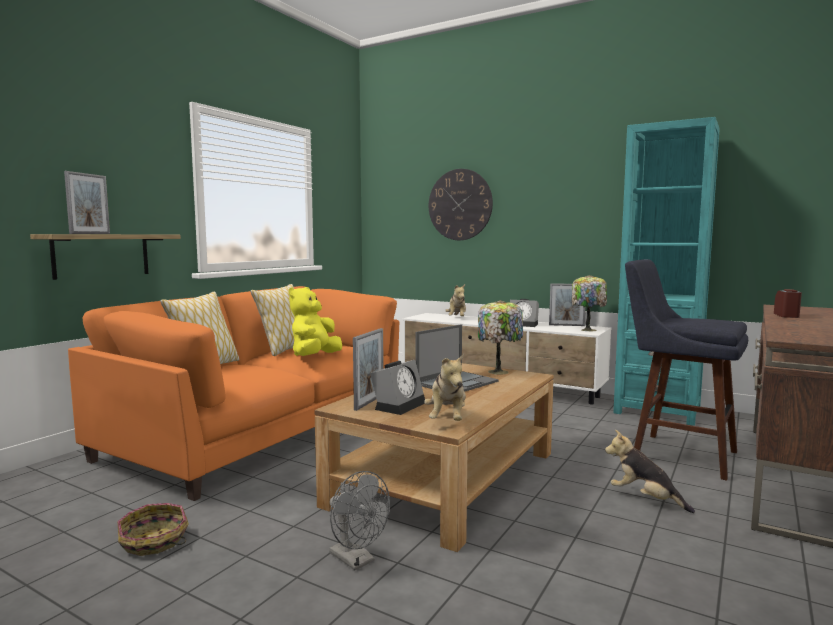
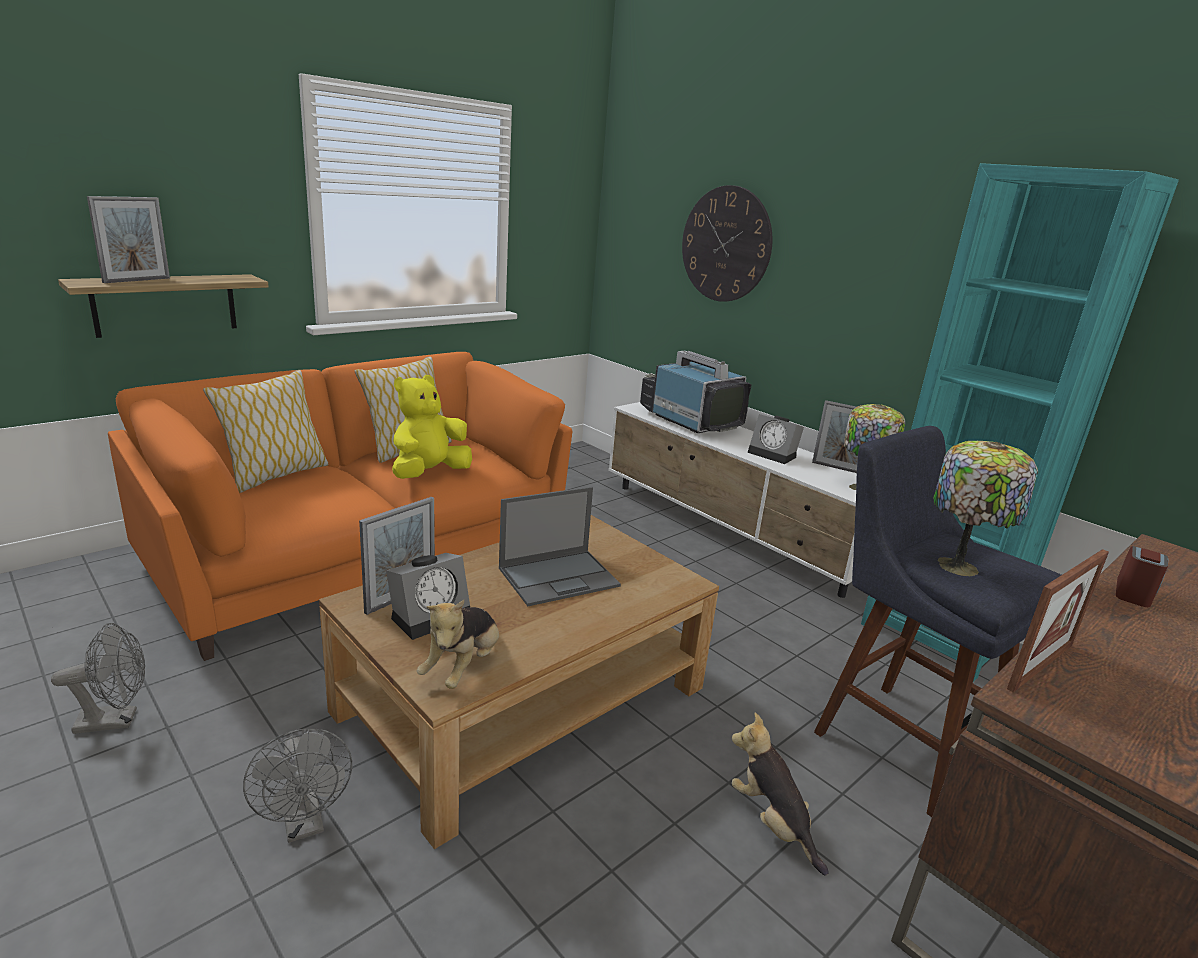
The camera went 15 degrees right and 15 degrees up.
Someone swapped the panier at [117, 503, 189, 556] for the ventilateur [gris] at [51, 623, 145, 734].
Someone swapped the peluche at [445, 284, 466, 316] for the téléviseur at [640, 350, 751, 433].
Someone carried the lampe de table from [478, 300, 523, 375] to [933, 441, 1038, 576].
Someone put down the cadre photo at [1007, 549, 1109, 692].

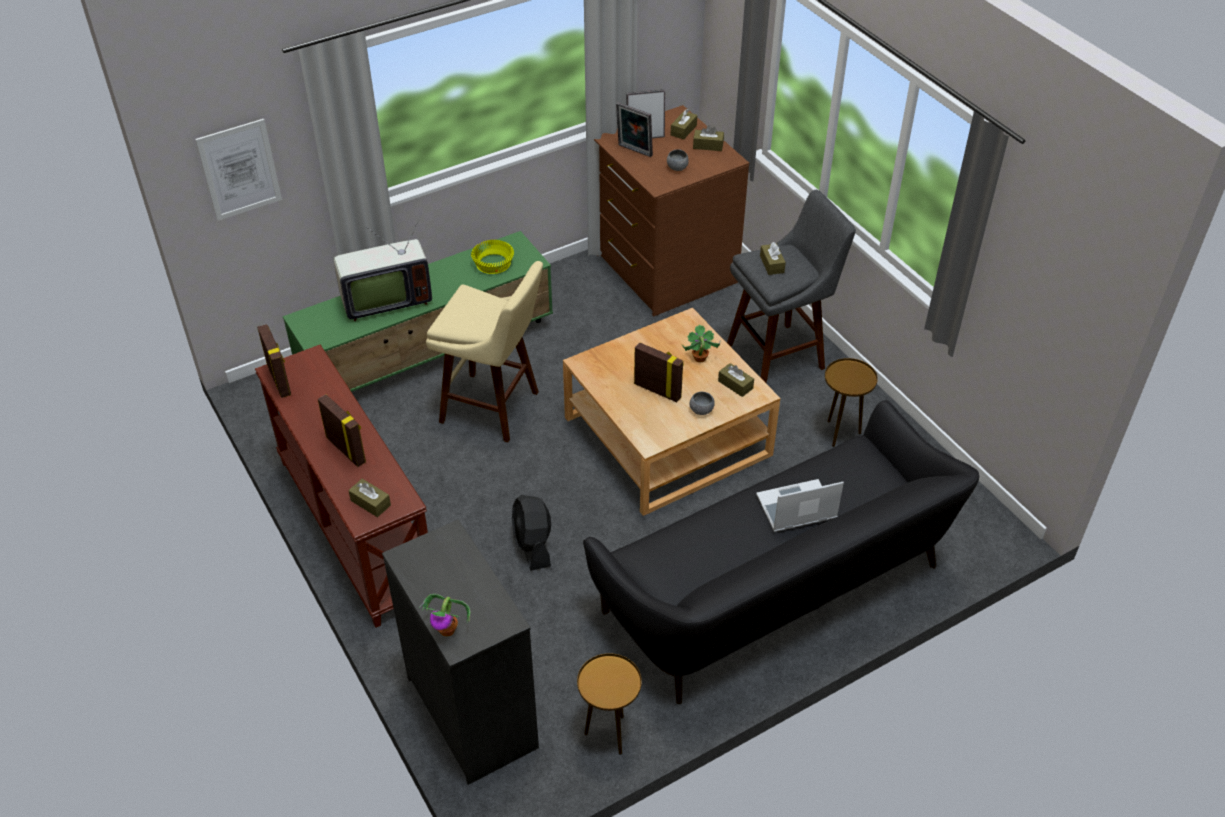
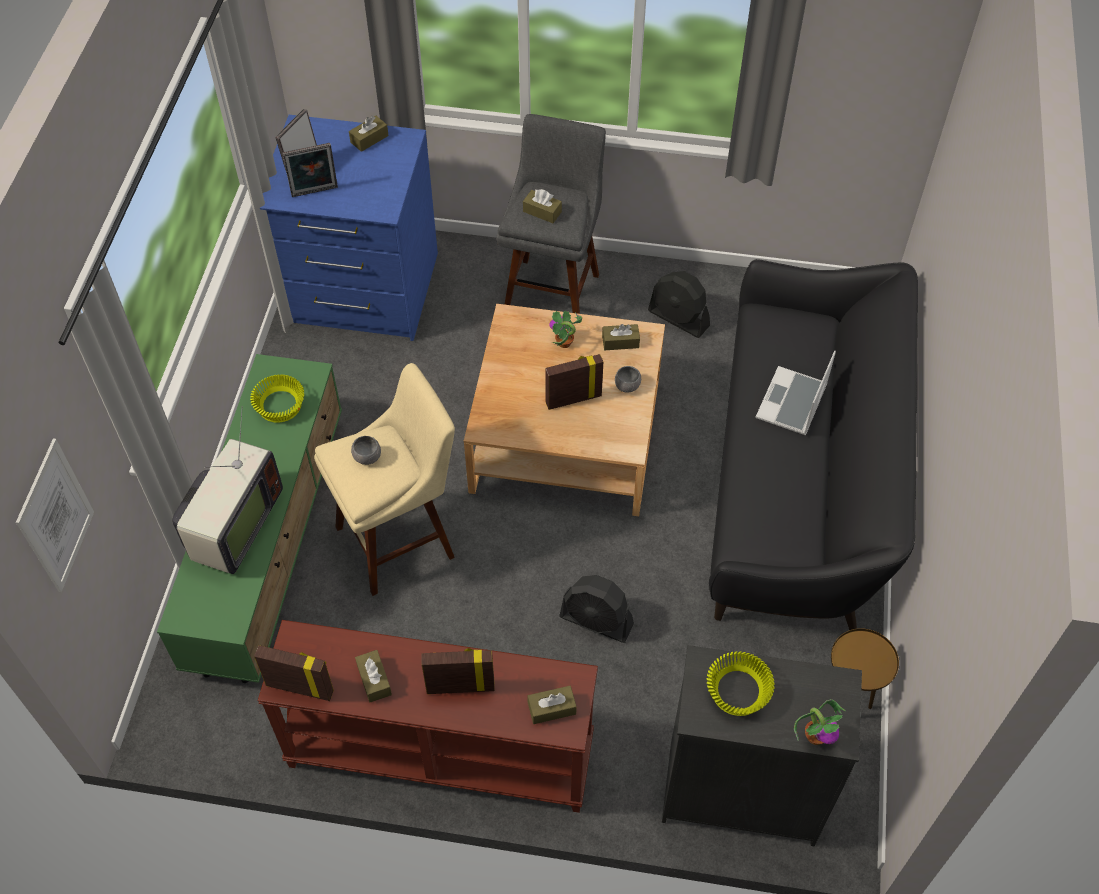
The camera went 50 degrees left and 10 degrees up.
Someone repainted the commode [marron] at [594, 105, 749, 316], which became the commode [bleu] at [260, 115, 438, 341].
Someone carried the bol [gris] from [667, 149, 689, 171] to [351, 436, 381, 465].
Someone carried the boîte à mouchoirs [marron] from [671, 109, 697, 139] to [355, 650, 392, 702].
Someone swapped the table d'appoint [marron] at [825, 358, 878, 447] for the ventilateur [noir] at [648, 271, 710, 338].
Someone put down the bol [jaune] at [707, 651, 775, 716].

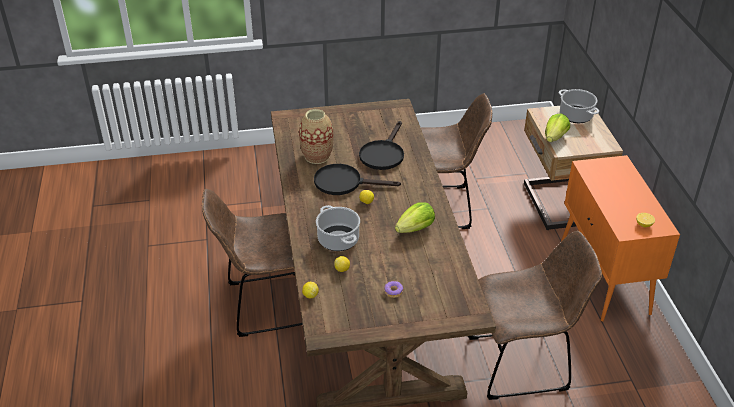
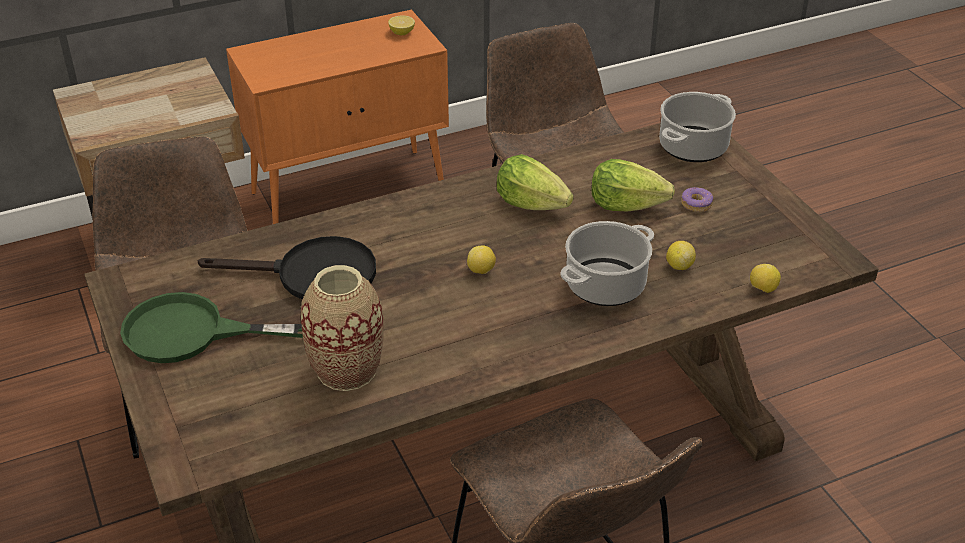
The camera went 105 degrees left and 0 degrees up.
Someone took away the poêle [noir] at [314, 164, 401, 195].
Someone carried the laitue from [545, 113, 570, 142] to [592, 159, 675, 211].
Someone carried the marmite from [559, 89, 599, 123] to [659, 92, 736, 162].
Someone put down the poêle [vert] at [120, 292, 303, 363].

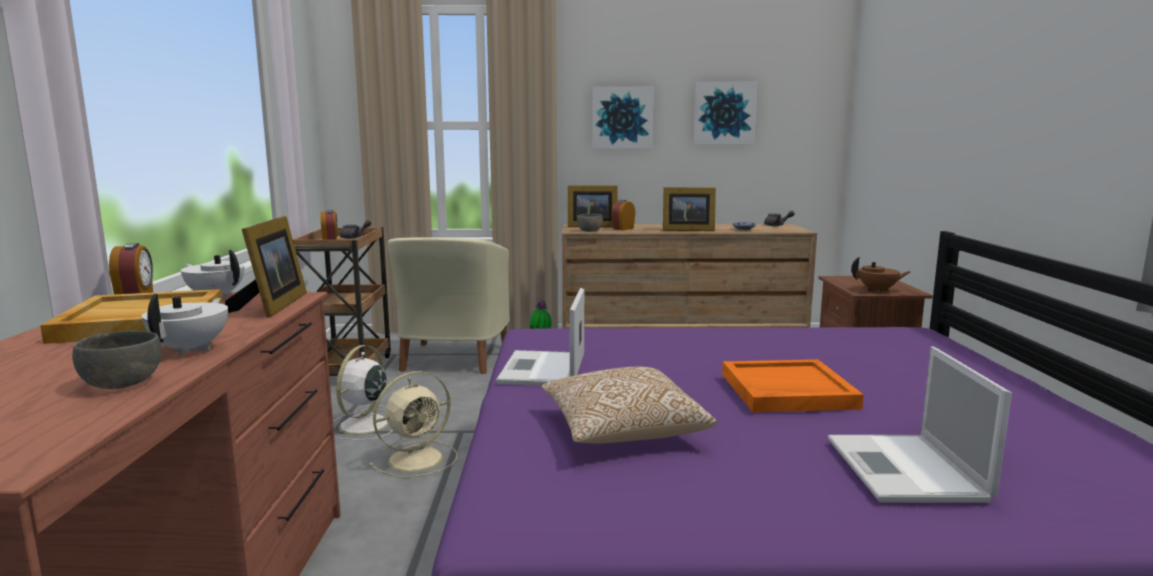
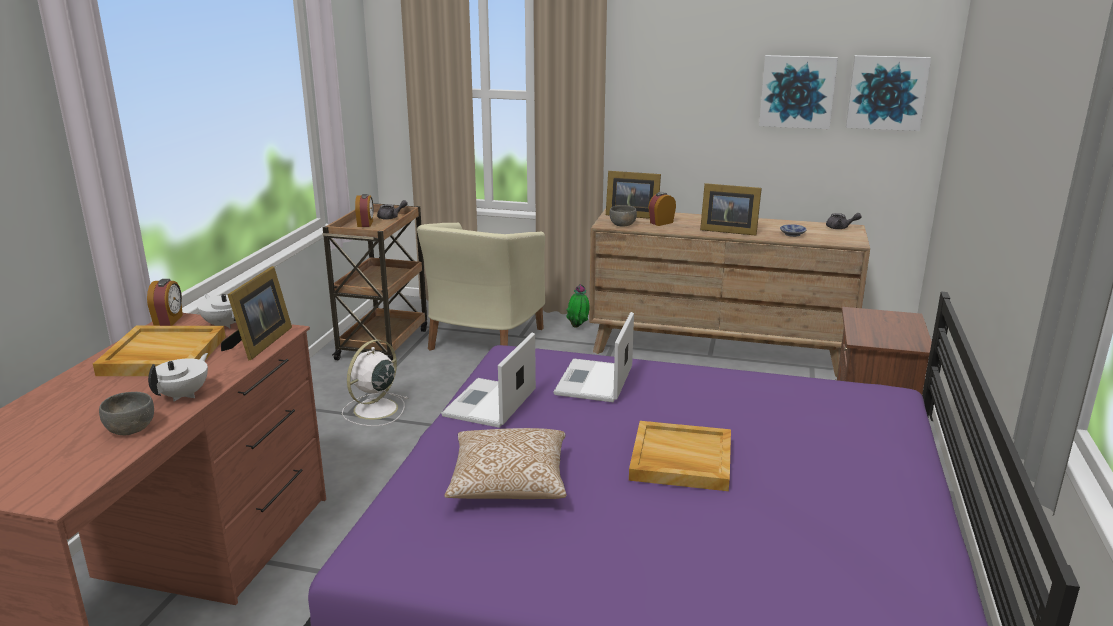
The camera went 15 degrees right and 10 degrees up.
Someone took away the ventilateur [beige] at [369, 371, 457, 478].
Someone carried the tableau from [592, 86, 654, 149] to [846, 55, 931, 131].
Someone repainted the plateau [orange] at [722, 359, 864, 412], which became the plateau [beige] at [629, 421, 731, 491].
Someone carried the ordinateur portable from [828, 346, 1012, 503] to [553, 312, 634, 402].
Someone took away the théière [marron] at [851, 257, 910, 293].

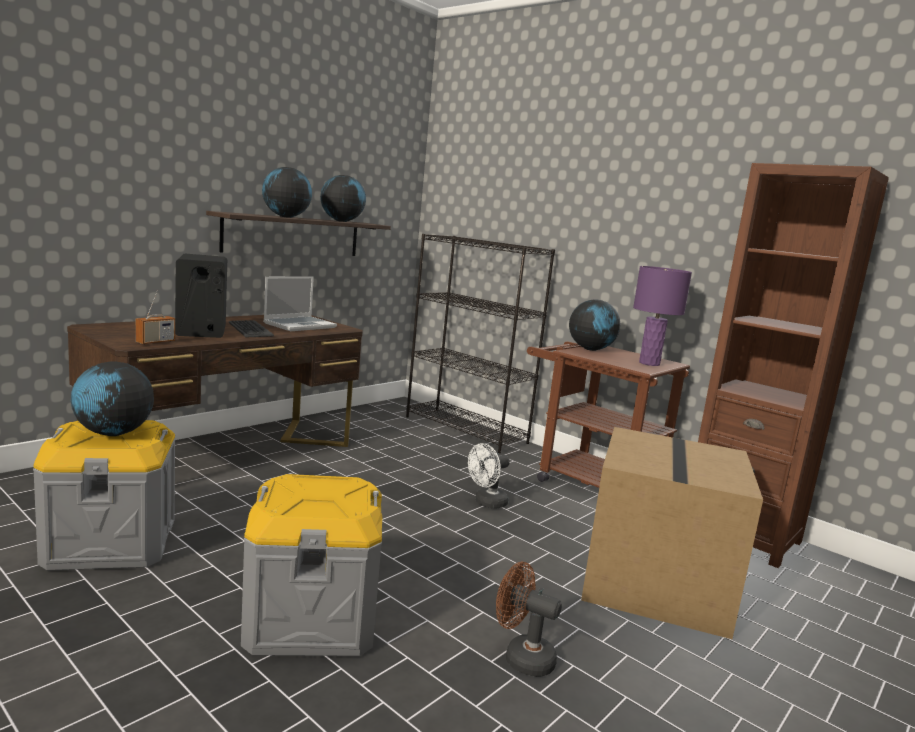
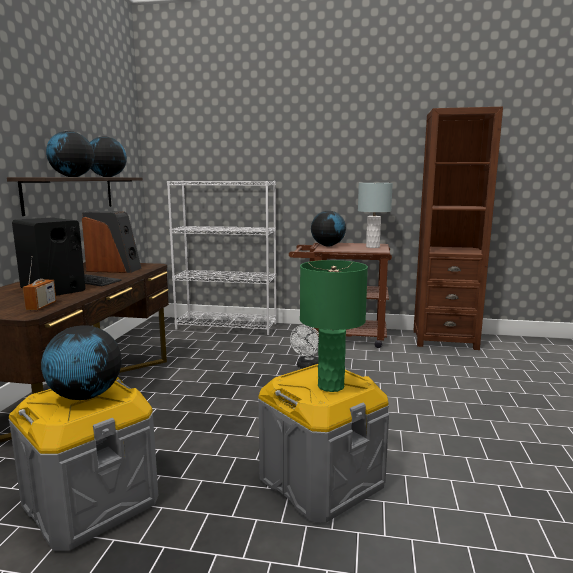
The camera went 30 degrees left and 0 degrees up.
Someone swapped the ordinateur portable at [263, 276, 337, 331] for the enceinte at [82, 211, 141, 273].
Someone repainted the bibliothèque [noir] at [406, 234, 555, 453], which became the bibliothèque [blanc] at [167, 181, 277, 335].
Someone took away the ventilateur [marron] at [496, 562, 562, 677].
Someone took away the carton at [581, 427, 763, 639].
Someone repainted the lampe de table [violet] at [633, 266, 692, 366], which became the lampe de table [gris] at [358, 183, 393, 248].
Someone put down the lampe de table [vert] at [300, 260, 368, 392].

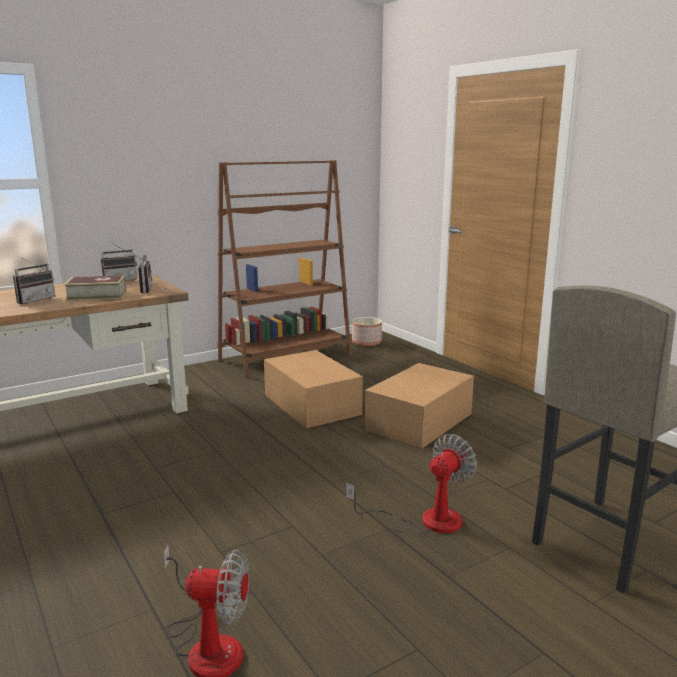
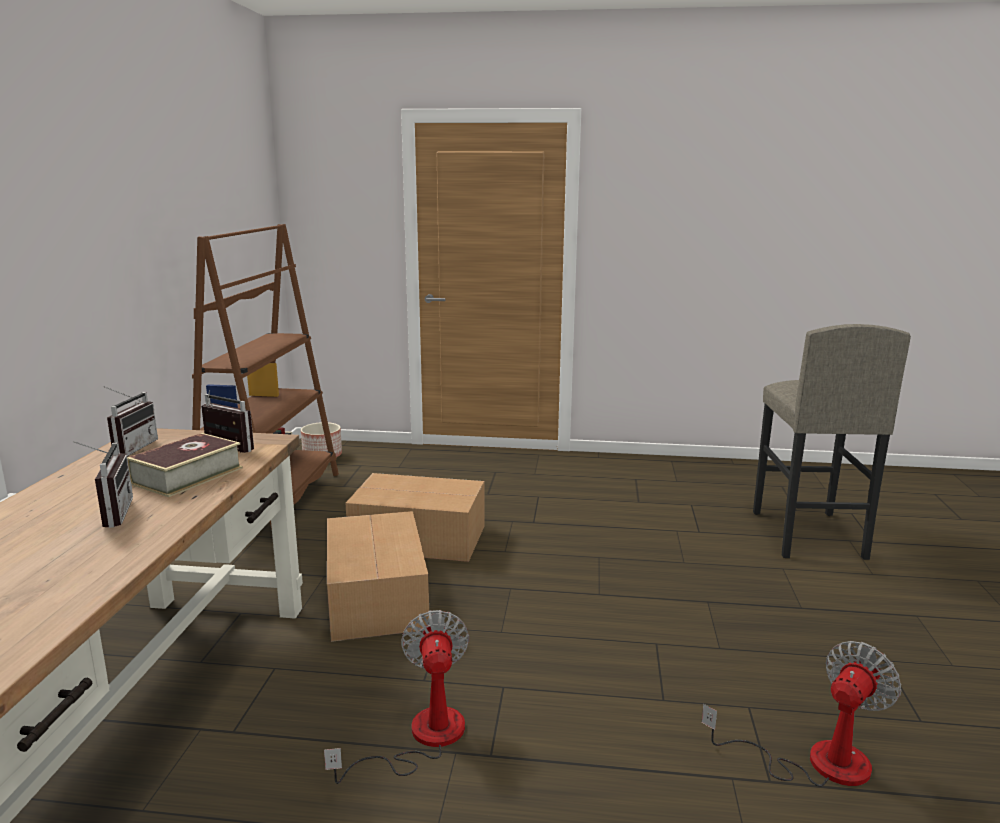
The camera went 50 degrees left and 0 degrees up.
Someone carried the ventilateur from [346, 434, 477, 534] to [324, 610, 469, 784].
Someone carried the carton from [364, 363, 474, 449] to [327, 511, 429, 642].

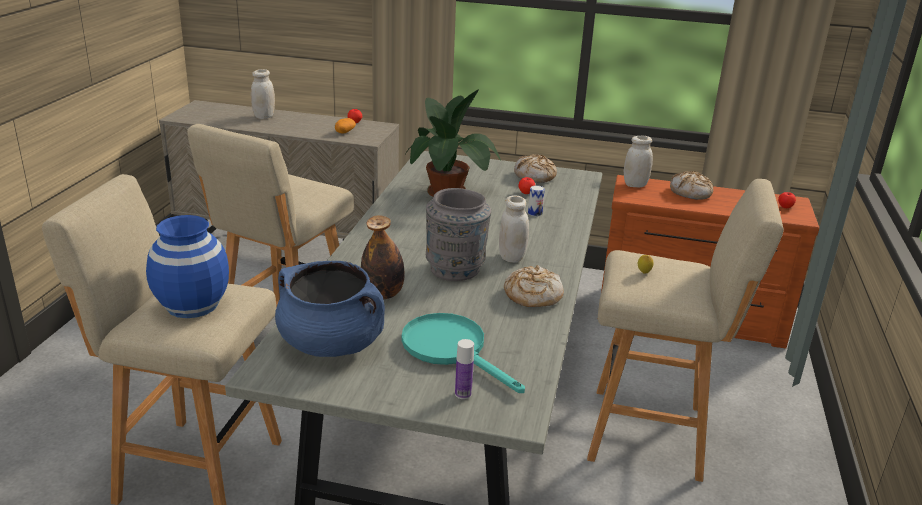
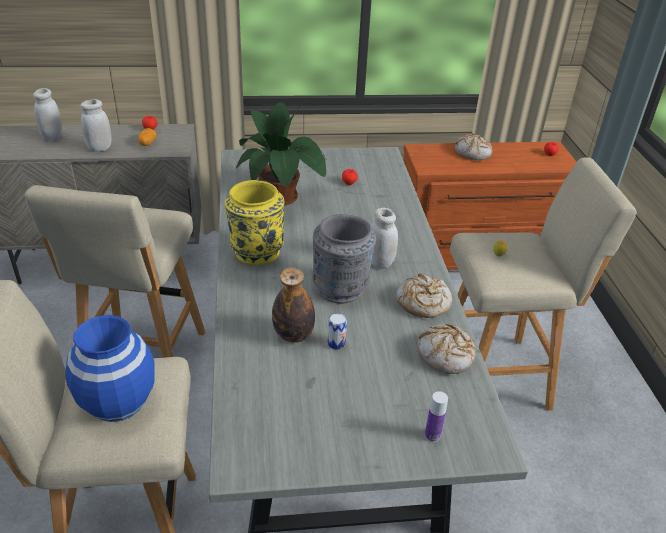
The camera went 20 degrees left and 10 degrees up.
Someone took away the marmite [bleu] at [275, 261, 385, 357].
Someone took away the poêle [turquoise] at [402, 313, 525, 393].
Someone carried the pain from [514, 154, 557, 183] to [417, 324, 476, 374].
Someone carried the boîte métallique from [528, 185, 545, 216] to [328, 314, 347, 350].
Someone carried the bocal [blanc] from [624, 136, 653, 188] to [81, 99, 112, 152].
Someone put down the vase [jaune] at [225, 180, 284, 265].

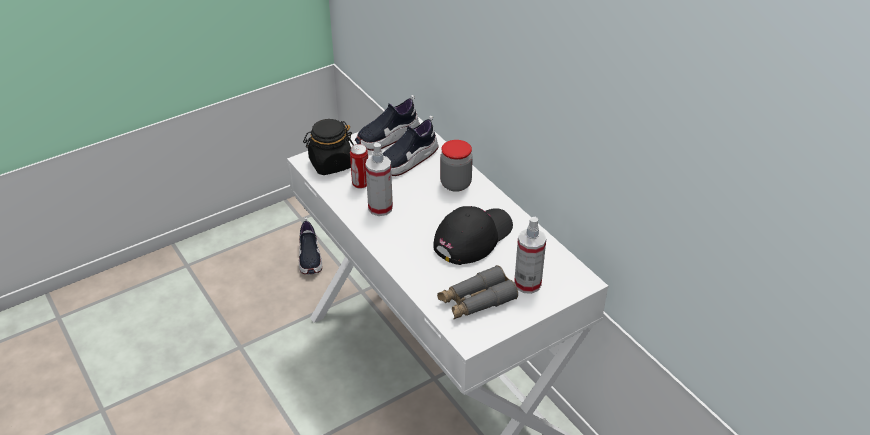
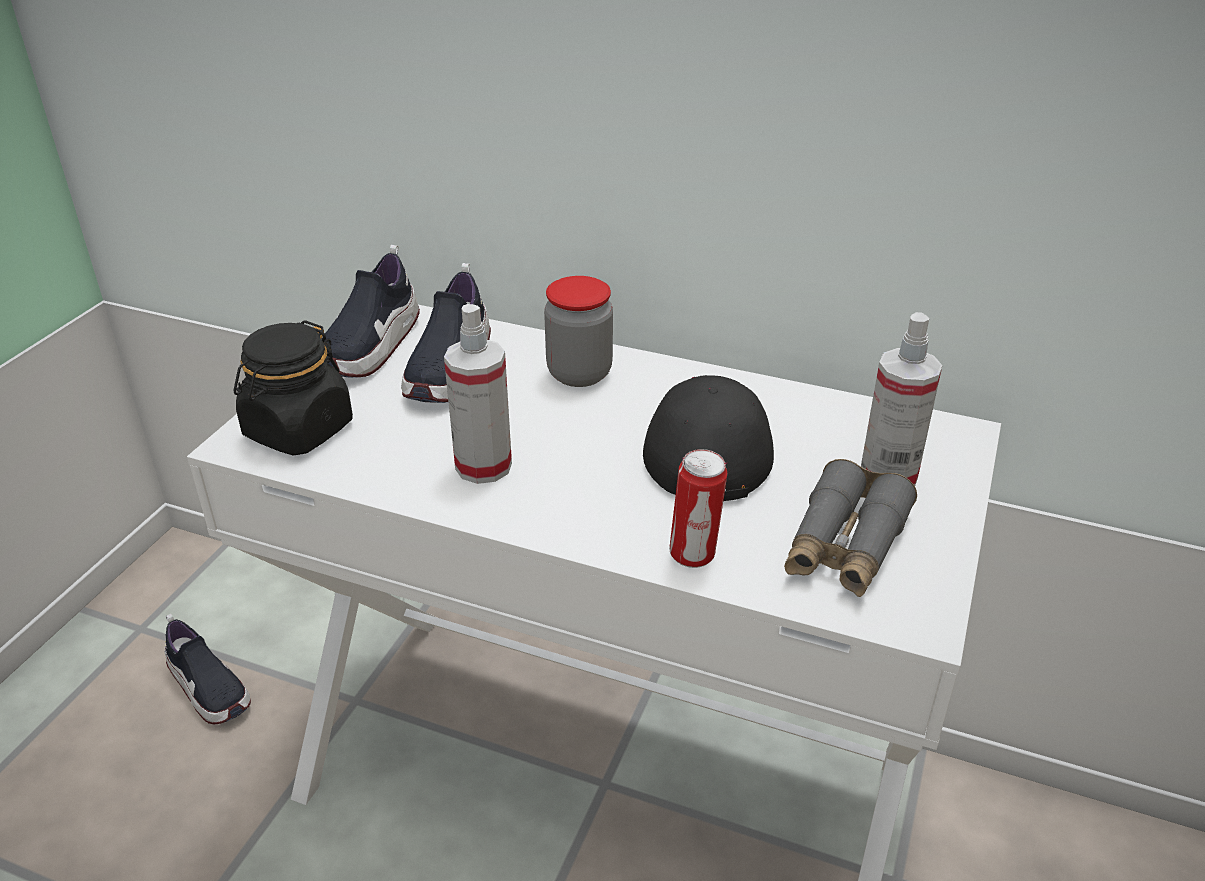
The camera went 35 degrees left and 5 degrees down.
Someone carried the boîte métallique from [350, 144, 368, 189] to [669, 449, 727, 568].

